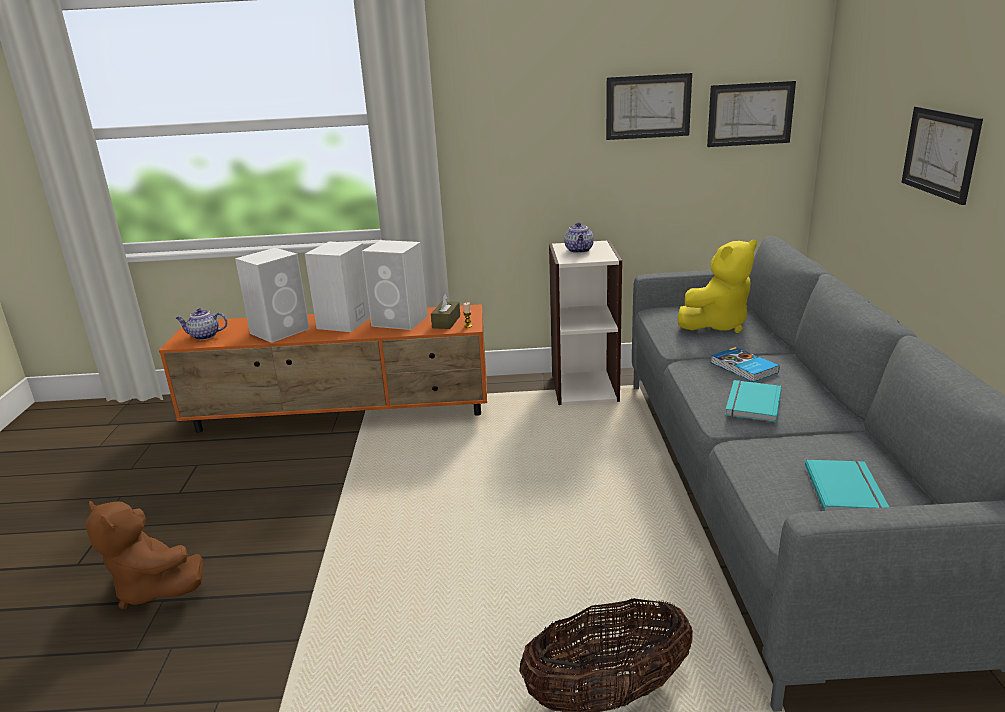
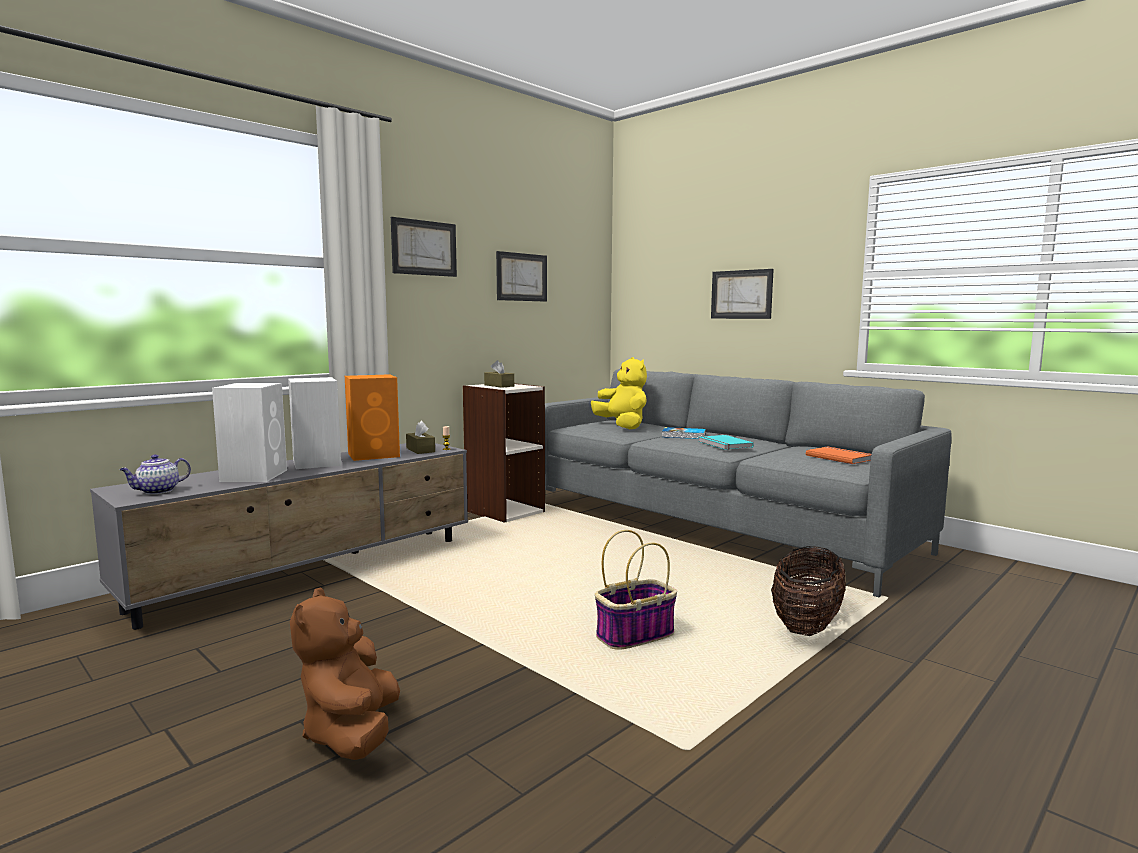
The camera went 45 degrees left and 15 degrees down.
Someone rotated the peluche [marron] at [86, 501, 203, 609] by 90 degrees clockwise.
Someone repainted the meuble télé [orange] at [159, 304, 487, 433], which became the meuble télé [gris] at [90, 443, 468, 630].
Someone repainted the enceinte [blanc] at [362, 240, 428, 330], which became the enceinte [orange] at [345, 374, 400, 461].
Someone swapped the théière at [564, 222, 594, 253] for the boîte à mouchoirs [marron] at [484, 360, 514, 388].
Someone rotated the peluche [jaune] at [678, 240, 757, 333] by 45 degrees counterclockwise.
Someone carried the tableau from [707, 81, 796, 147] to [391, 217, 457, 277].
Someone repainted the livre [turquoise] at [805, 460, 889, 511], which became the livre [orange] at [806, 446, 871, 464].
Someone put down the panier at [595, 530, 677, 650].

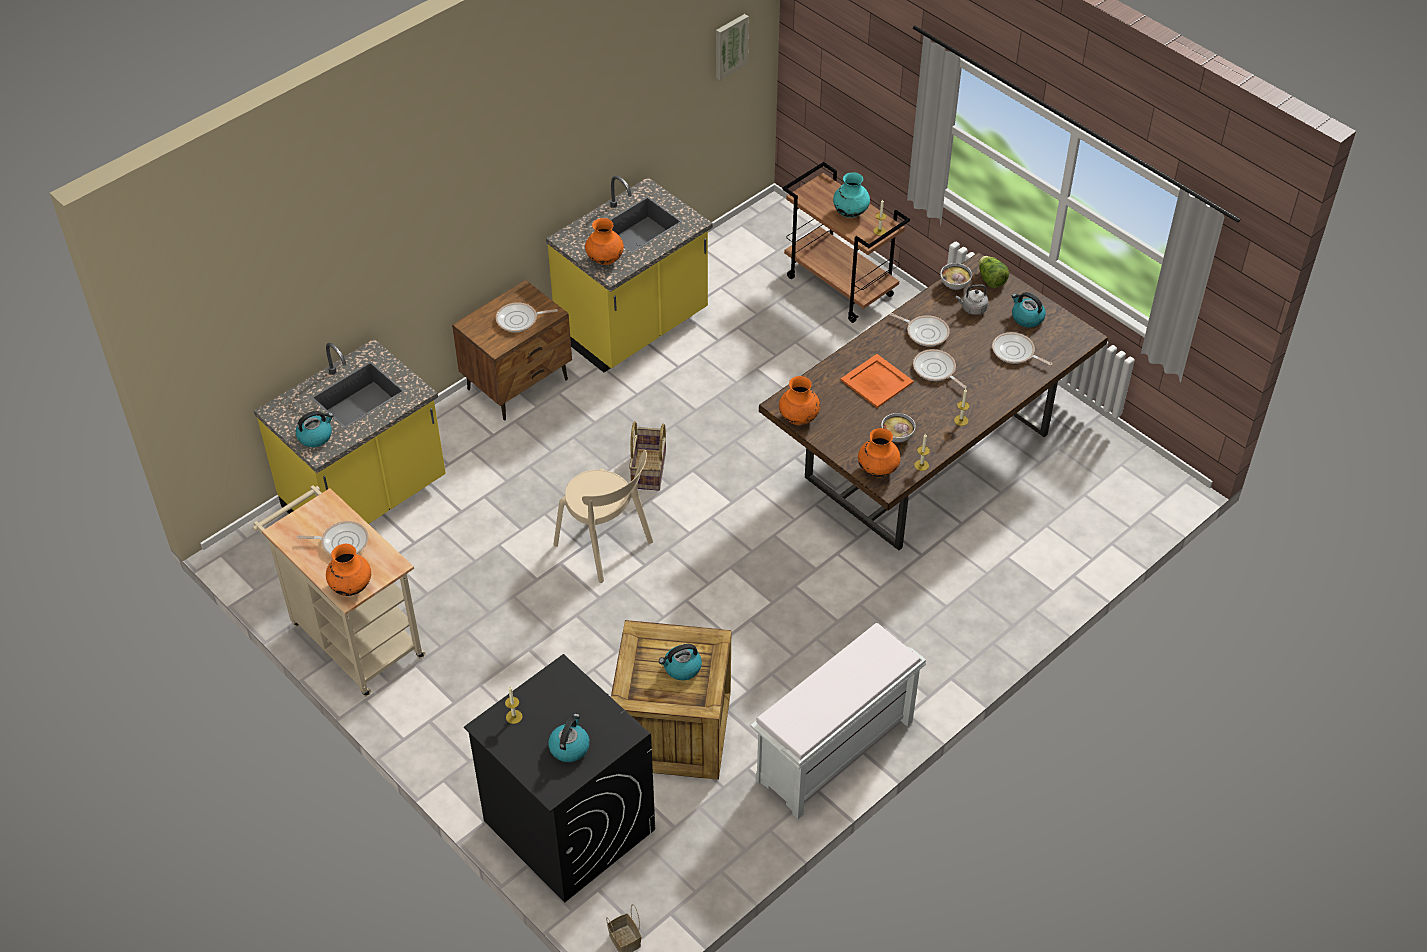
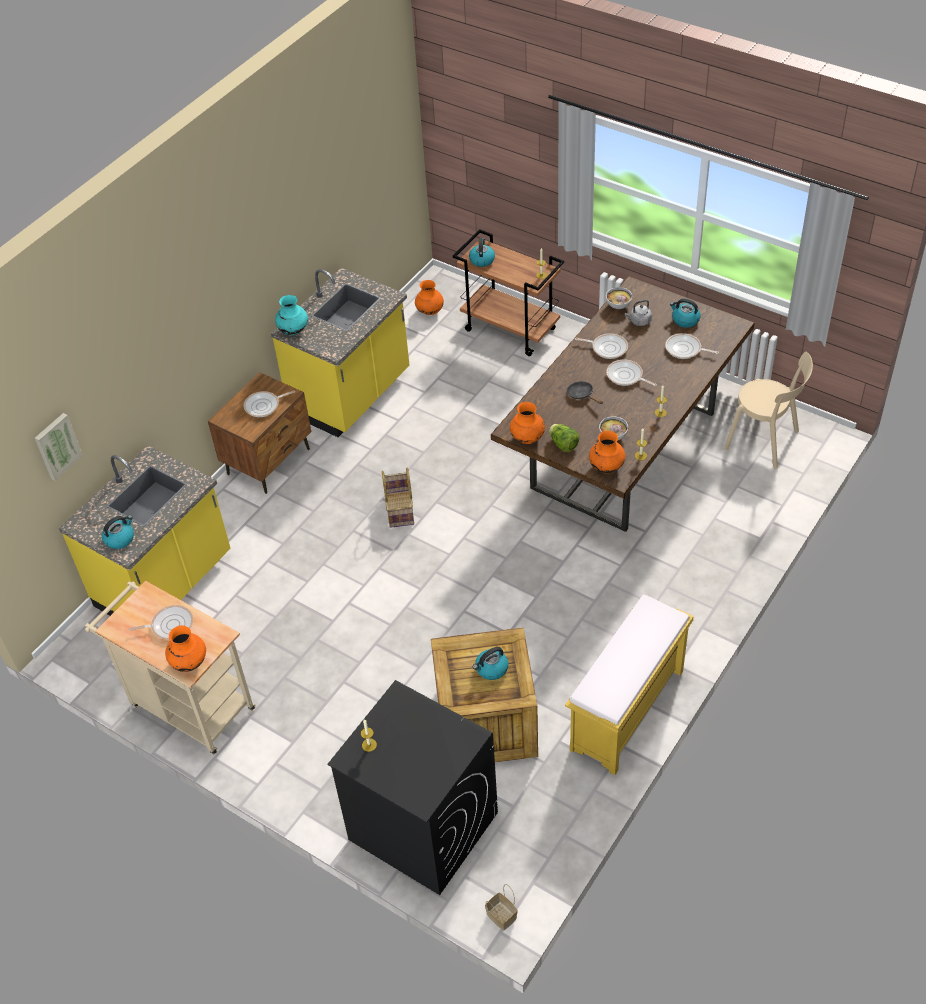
The camera went 10 degrees left and 0 degrees up.
Someone carried the bouilloire from [548, 714, 590, 762] to [469, 238, 495, 267].
Someone carried the chaise [beige] from [554, 450, 653, 583] to [724, 352, 813, 469].
Someone carried the vase [orange] from [585, 218, 624, 265] to [415, 280, 444, 315].
Someone carried the tableau from [716, 14, 749, 80] to [35, 413, 83, 481].
Someone repainted the banc [blanc] at [751, 623, 926, 819], which became the banc [jaune] at [565, 594, 694, 775].
Someone carried the vase [turquoise] from [833, 172, 870, 218] to [275, 295, 308, 335].
Someone swapped the plateau [orange] at [841, 354, 914, 408] for the poêle [noir] at [567, 381, 603, 404].
Someone carried the laitue from [979, 256, 1009, 288] to [549, 424, 579, 452].

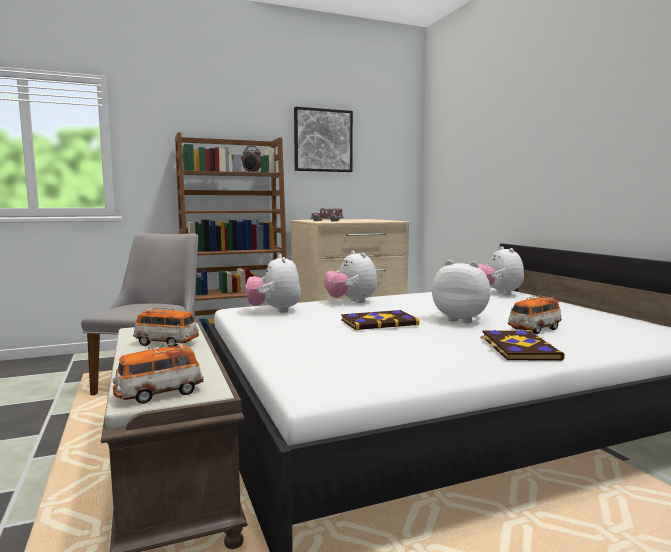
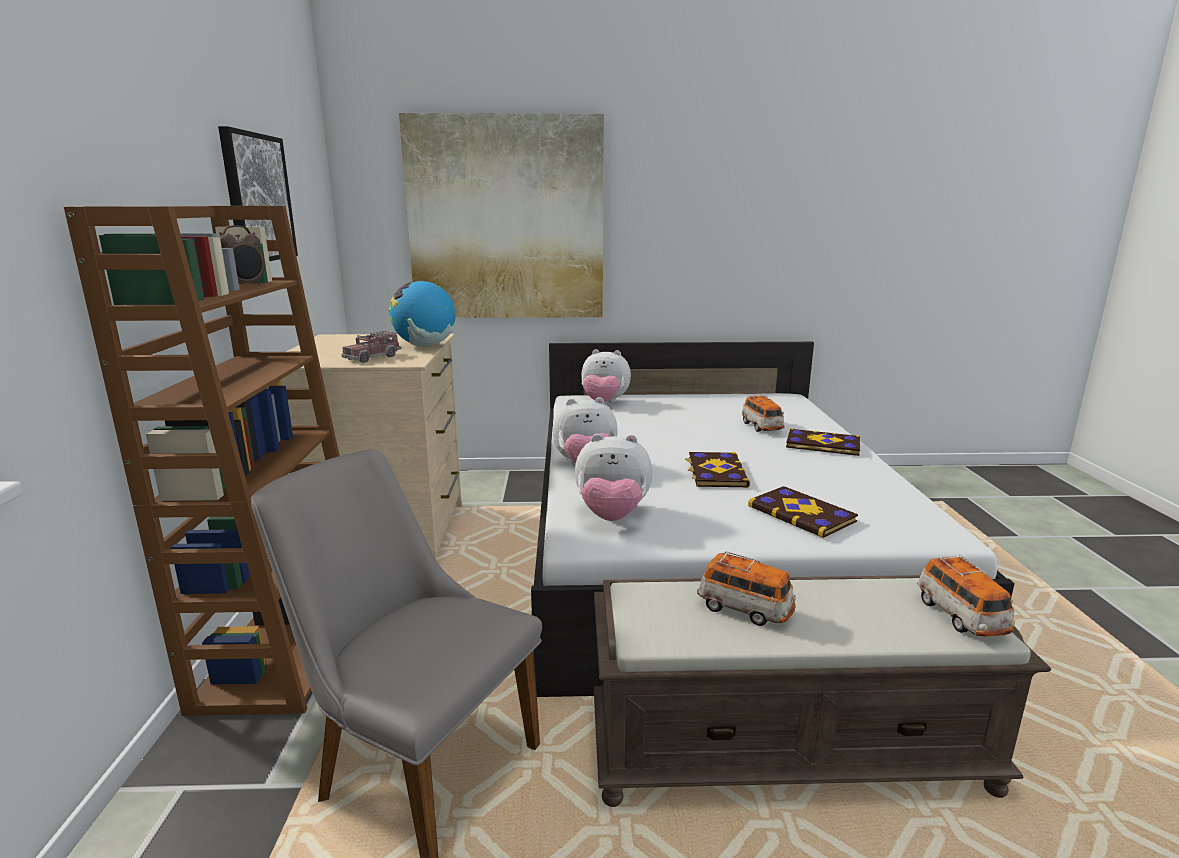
The camera went 70 degrees left and 10 degrees up.
Someone rotated the petite voiture at [133, 307, 199, 347] by 90 degrees clockwise.
Someone took away the peluche at [432, 260, 491, 323].
Someone put down the globe at [389, 280, 455, 347].
Someone put up the tableau at [399, 113, 604, 318].
Someone put down the livre at [748, 486, 858, 538].

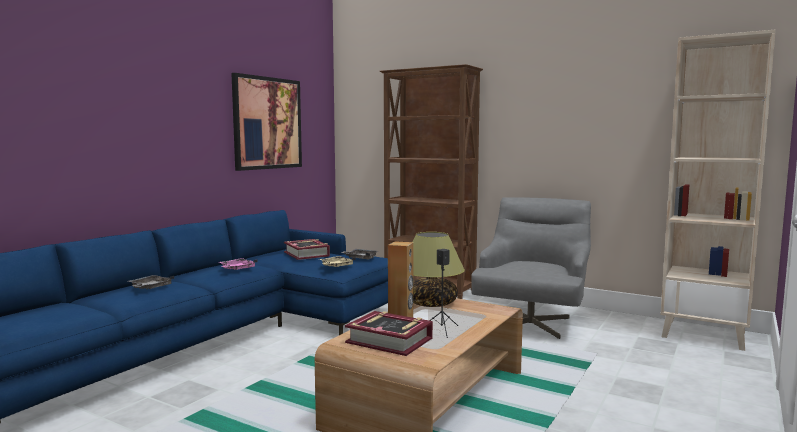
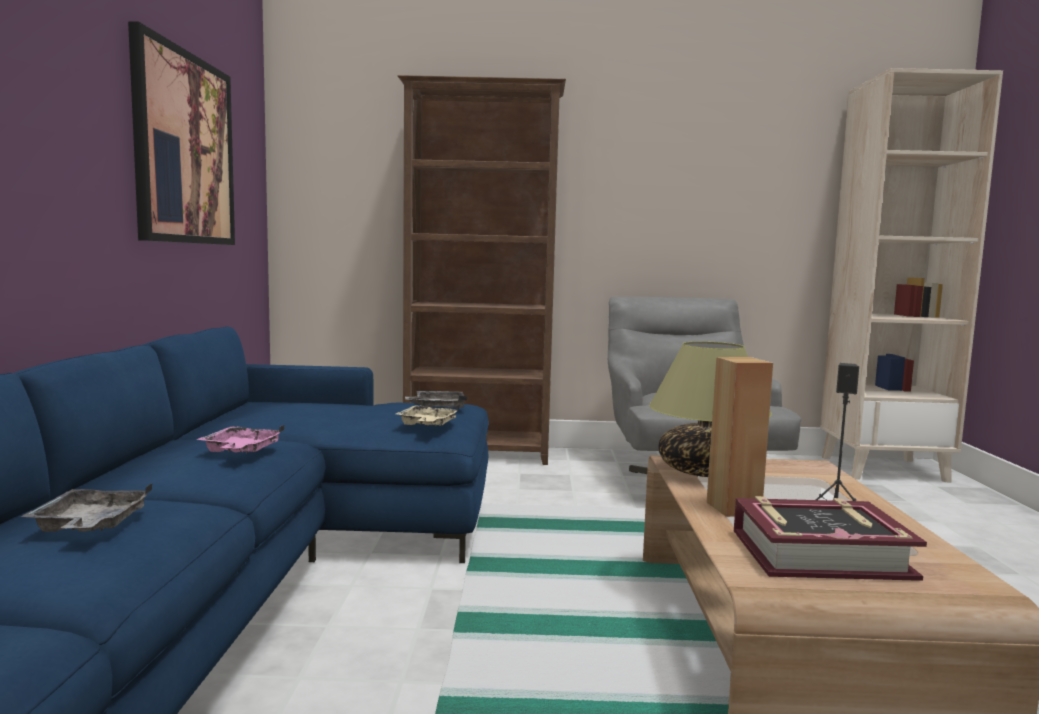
The camera went 30 degrees left and 0 degrees up.
Someone took away the livre at [284, 239, 330, 260].

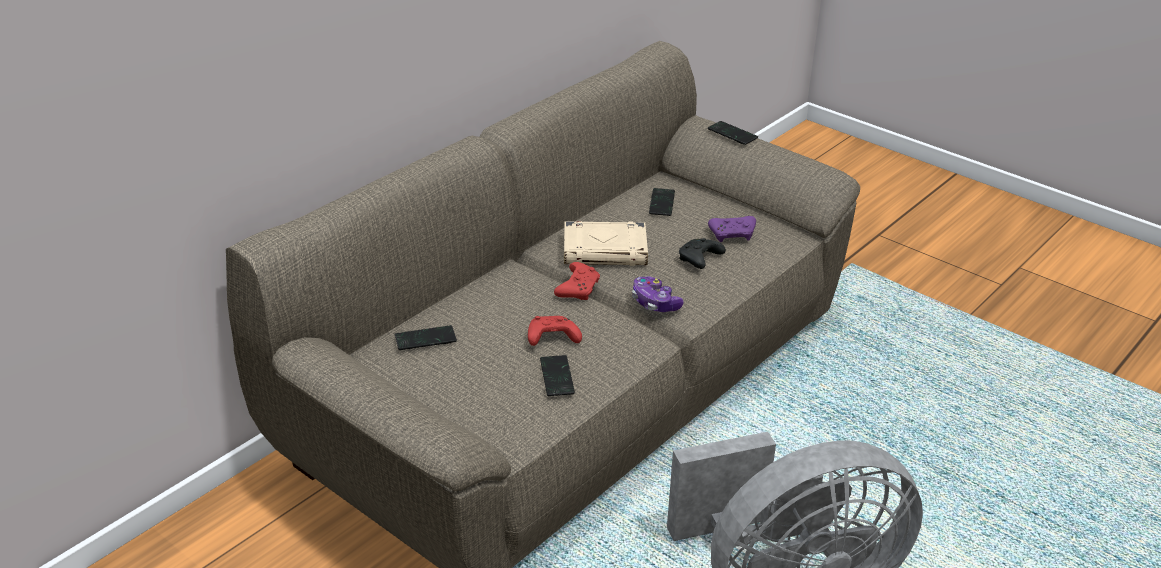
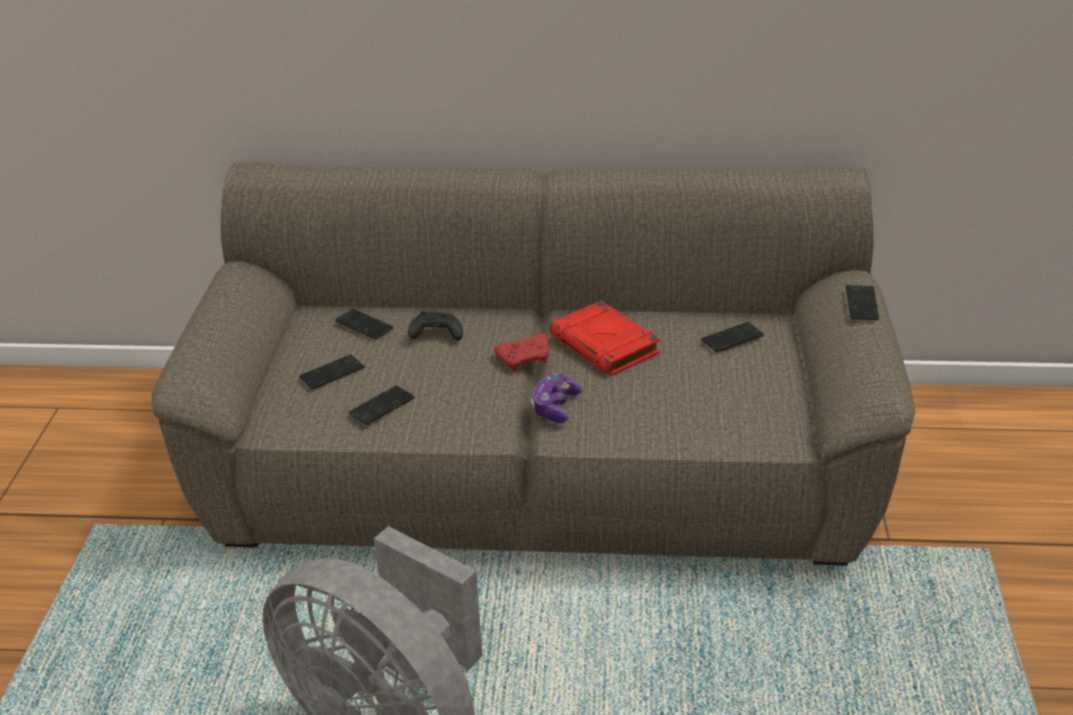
The camera went 55 degrees right and 0 degrees up.
Someone took away the manette [rouge] at [528, 316, 582, 346].
Someone repainted the livre [beige] at [564, 221, 648, 266], which became the livre [rouge] at [550, 301, 661, 376].
Someone carried the manette [noir] from [679, 238, 726, 269] to [408, 311, 463, 341].
Someone took away the manette [violet] at [708, 216, 756, 242].
Someone put down the téléphone at [299, 355, 364, 389].

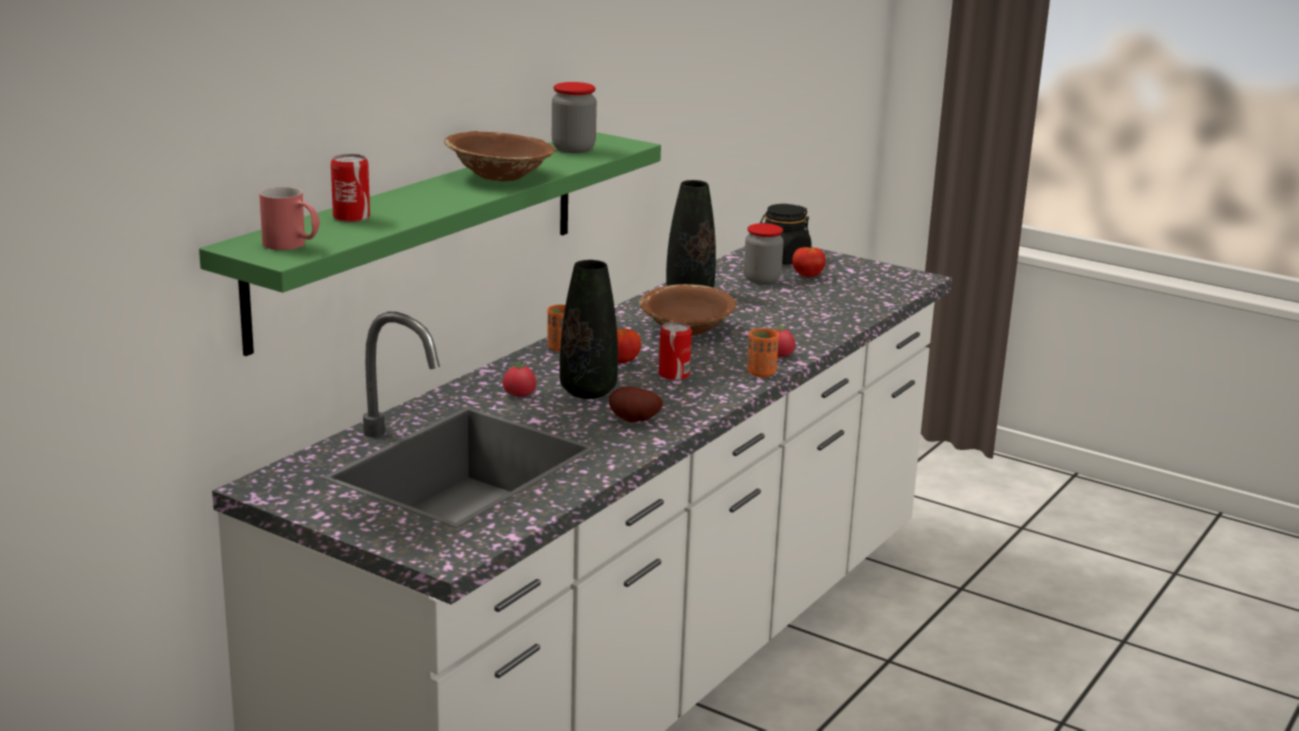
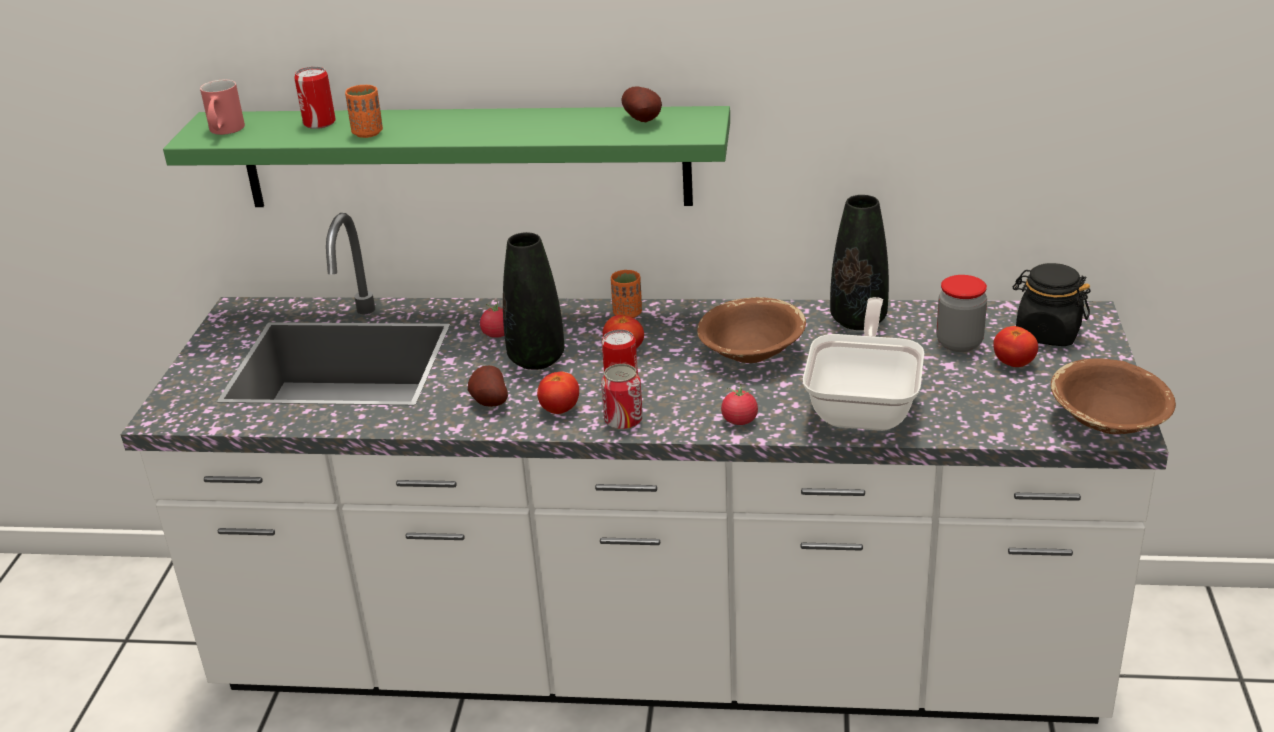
The camera went 65 degrees right and 10 degrees up.
Someone carried the bol [marron] from [444, 131, 555, 181] to [1051, 358, 1176, 434].
Someone swapped the bocal at [552, 82, 597, 153] for the pomme de terre at [621, 87, 662, 122].
Someone carried the tasse [orange] from [747, 328, 779, 377] to [345, 85, 383, 138].
Someone put down the tomate at [537, 371, 579, 414].
Someone put down the boîte métallique at [601, 364, 643, 430].
Someone put down the poêle at [803, 297, 924, 431].

